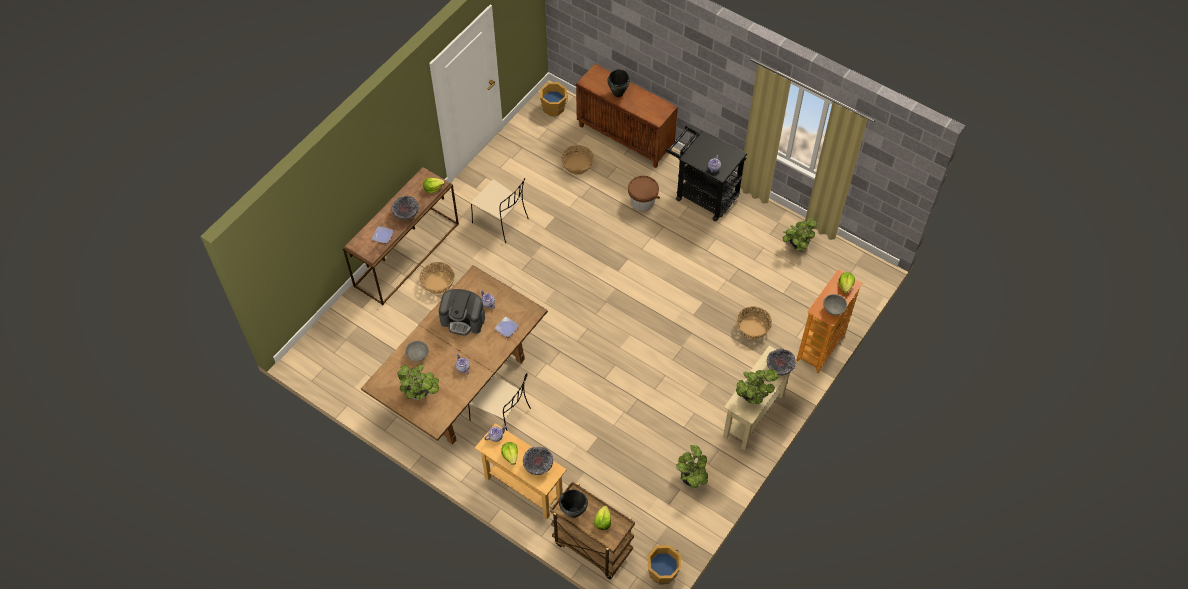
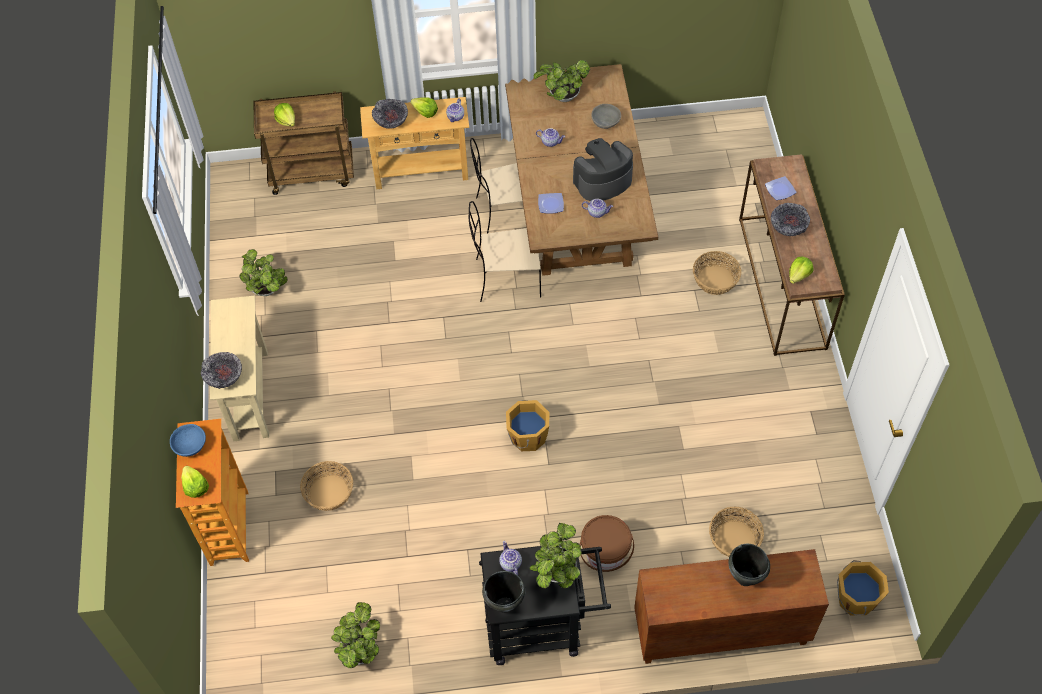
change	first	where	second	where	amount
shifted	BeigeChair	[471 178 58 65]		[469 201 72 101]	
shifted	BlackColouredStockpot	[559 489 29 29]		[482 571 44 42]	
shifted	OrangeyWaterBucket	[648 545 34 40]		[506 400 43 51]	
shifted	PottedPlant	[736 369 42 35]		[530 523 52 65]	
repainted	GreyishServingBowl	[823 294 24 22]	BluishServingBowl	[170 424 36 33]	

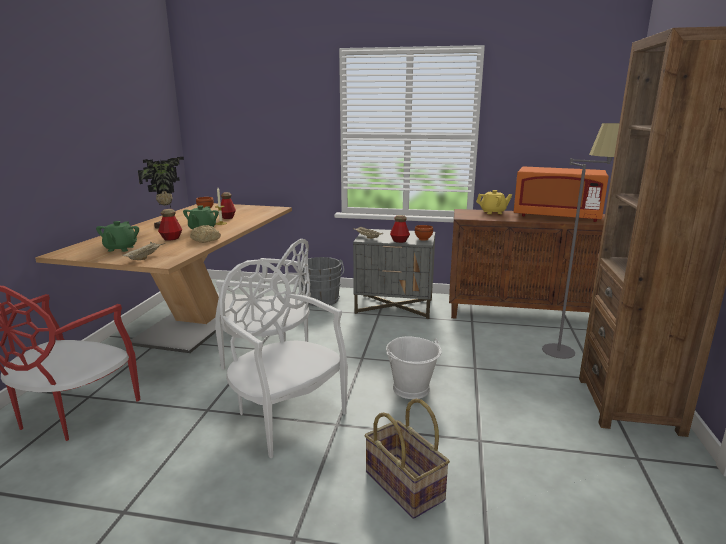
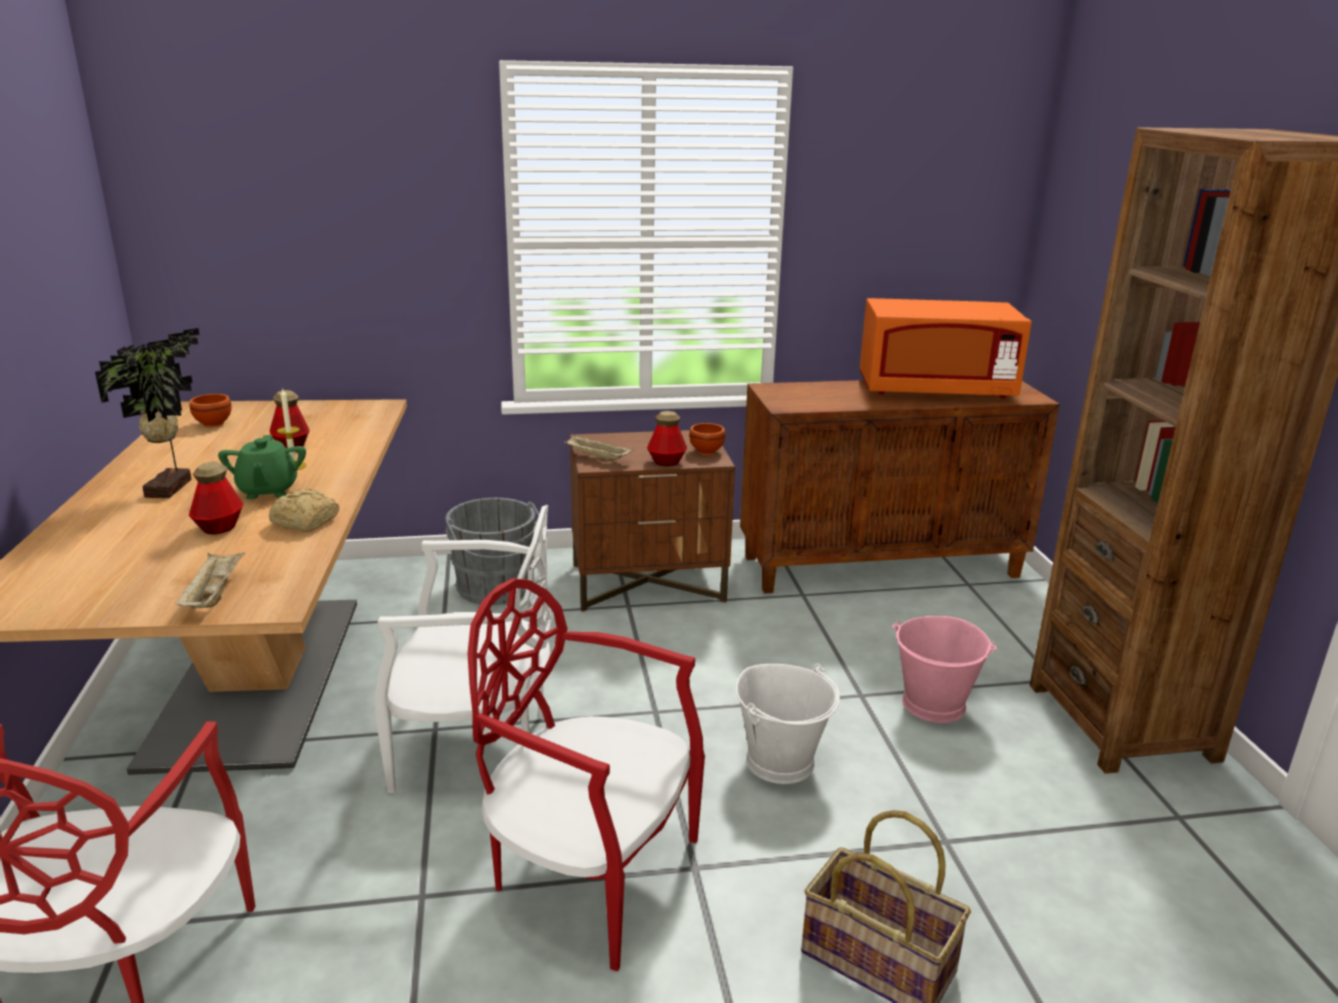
change	first	where	second	where	amount
gone	GreenPotForTea	[96 221 43 31]			
gone	YellowishPotForTea	[476 190 36 24]			
gone	GreyishStandingLamp	[542 123 78 236]			
new			PinkColouredWaterBucket	[892 616 105 107]	
repainted	WhitishChair	[220 260 128 198]	RedChair	[467 578 238 393]	
repainted	GreyishBedsideTable	[353 229 82 90]	BrownColouredBedsideTable	[570 430 165 182]	

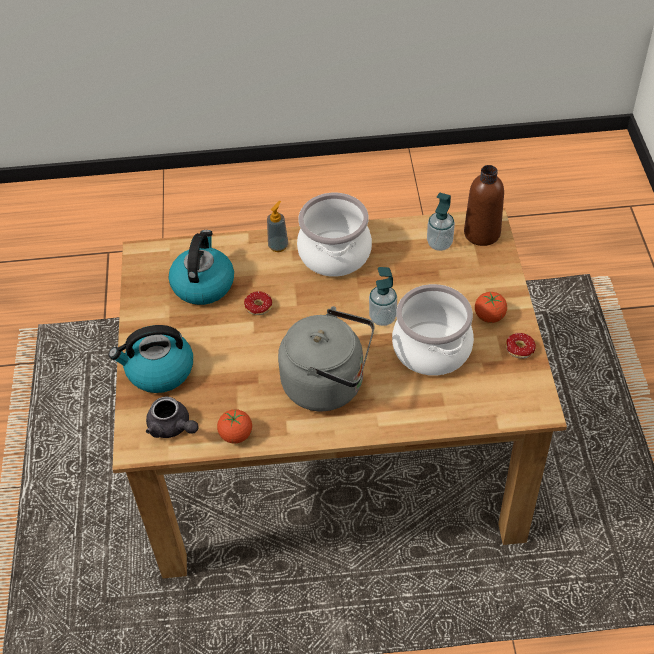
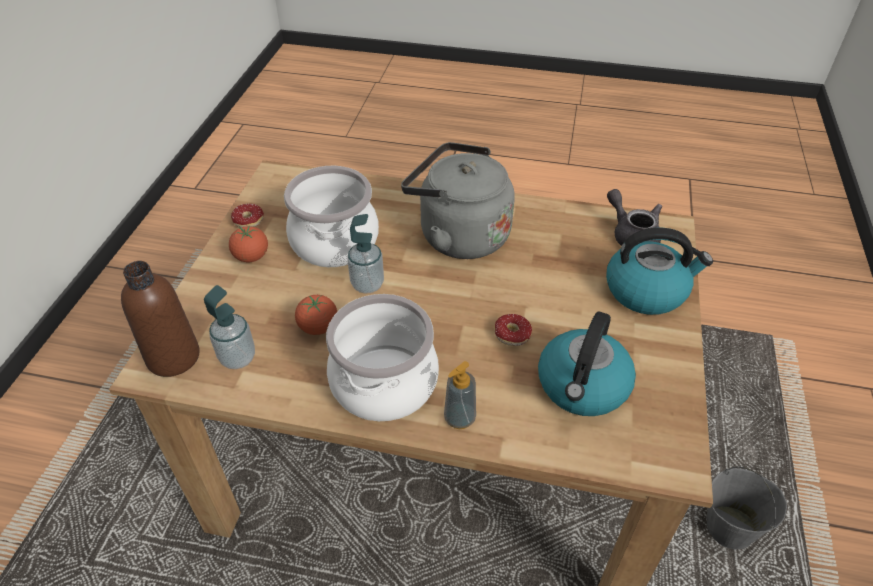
change	first	where	second	where	amount
new			GreyishWaterBucket	[706 466 81 83]	
shifted	Tomato	[217 409 35 35]		[295 295 42 40]	

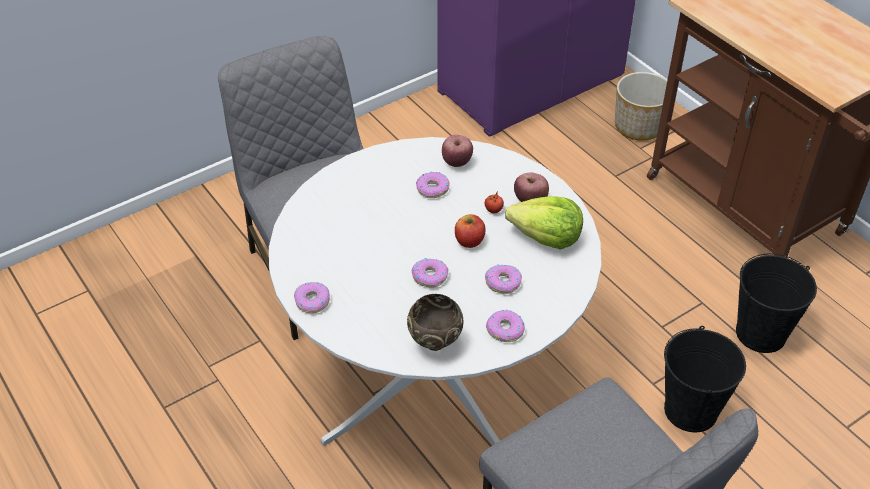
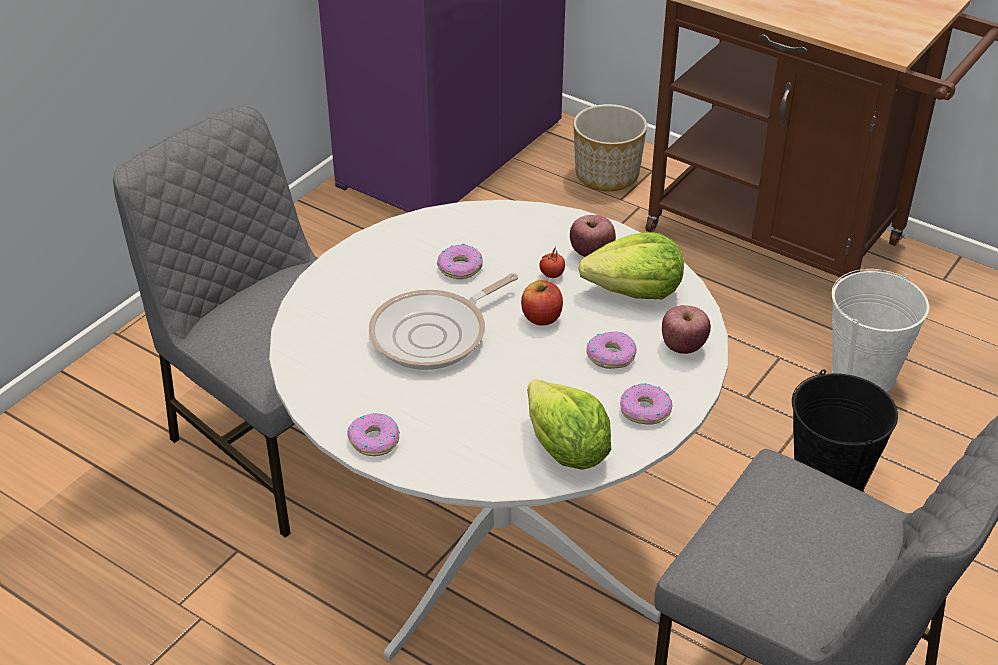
change	first	where	second	where	amount
gone	Doughnut	[412 258 36 29]			
new			Pan	[369 273 149 97]	
shifted	WholeApple	[442 135 31 32]		[662 305 49 49]	
swapped	BrownColouredServingBowl	[407 294 56 57]	Lettuce	[527 379 84 91]	
repainted	BlackColouredWaterBucket	[736 253 81 100]	WhitishWaterBucket	[831 269 98 124]	

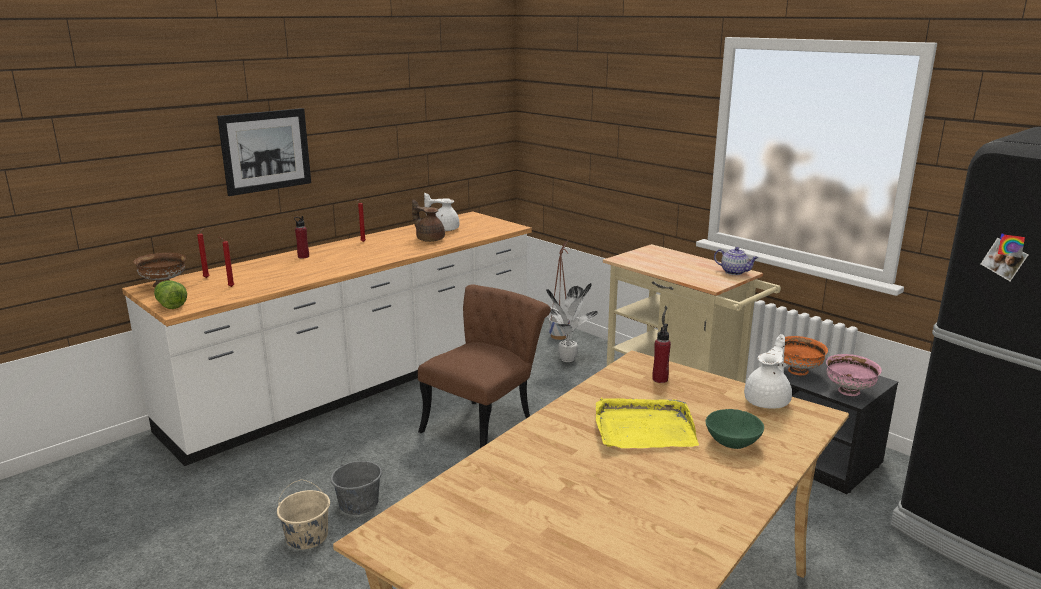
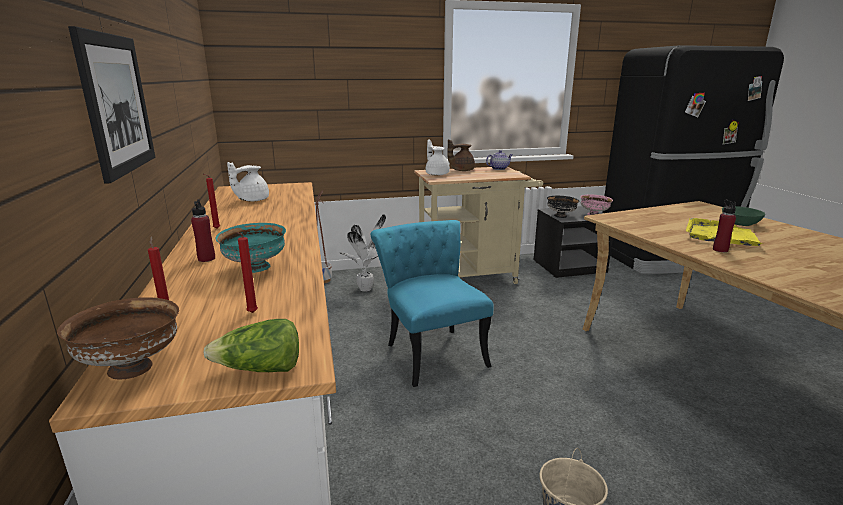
change	first	where	second	where	amount
gone	GreyishWaterBucket	[331 449 51 66]			
new			TurquoiseColouredServingBowl	[216 223 70 50]	
shifted	BrownColouredPotForTea	[412 199 33 43]		[447 140 28 31]	
shifted	RedDrinkBottle	[652 324 19 59]		[713 200 23 52]	
shifted	WhitishPotForTea	[744 334 48 75]		[426 139 24 37]	
repainted	BrownColouredChair	[418 285 133 163]	TurquoiseColouredChair	[370 220 124 167]	
repainted	OrangeyServingBowl	[784 336 44 39]	BlackColouredServingBowl	[547 196 32 22]	

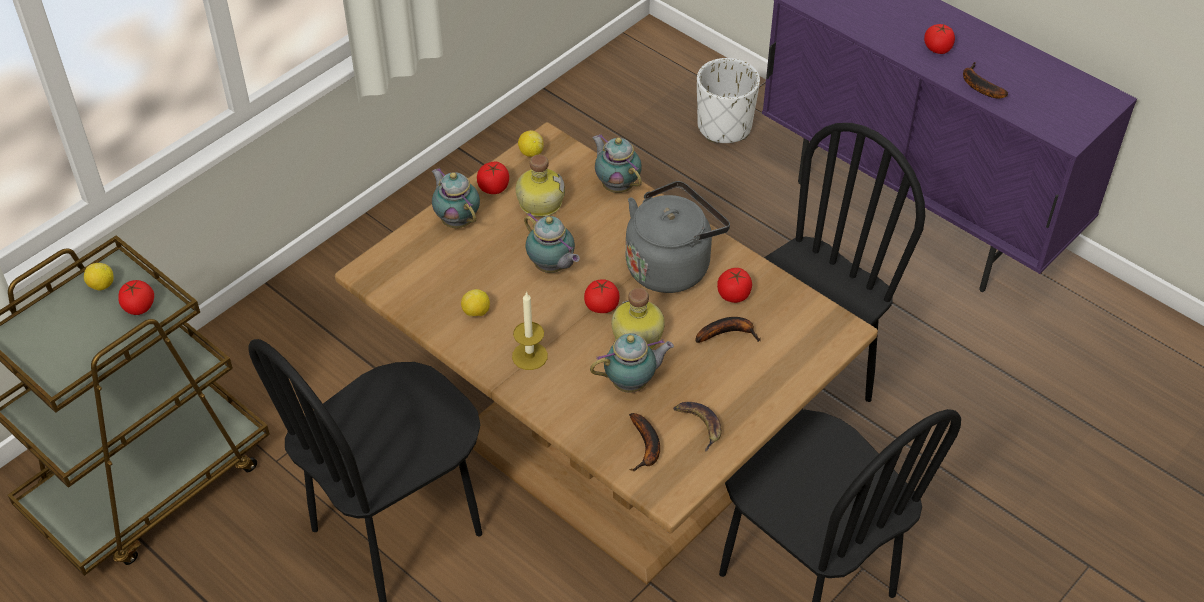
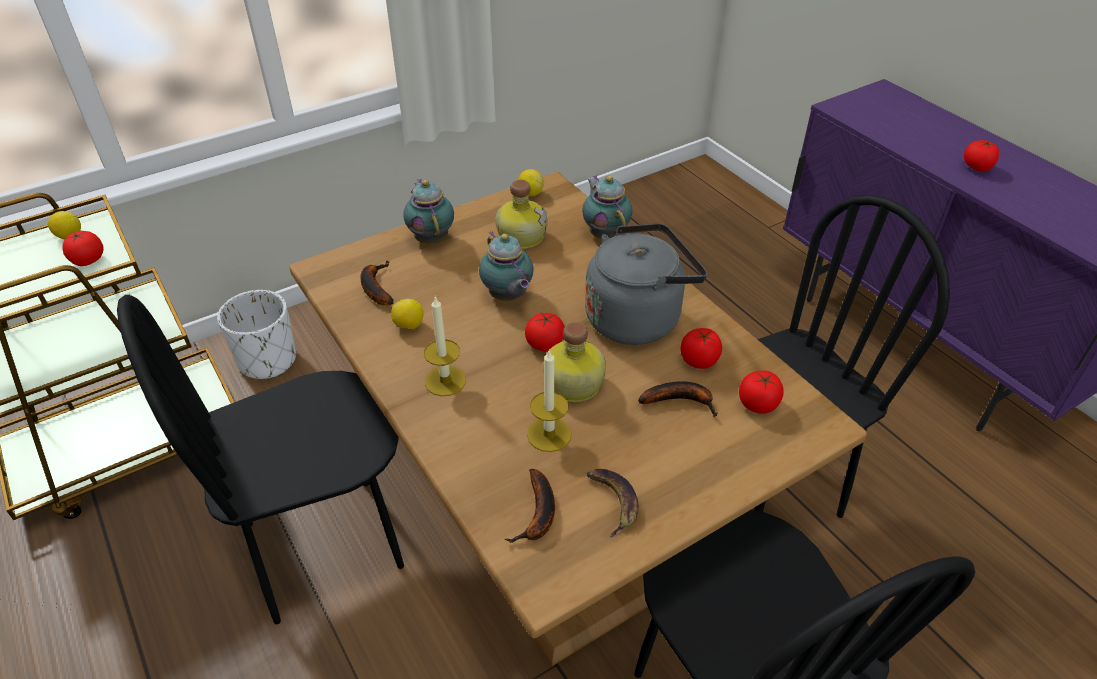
change	first	where	second	where	amount
shifted	Tomato	[477 162 32 32]		[739 370 45 44]	
shifted	WhitishPlanter	[697 58 63 85]		[217 290 79 89]	
shifted	BananaFruit	[963 62 45 36]		[360 260 34 46]	
swapped	PotForTea	[590 333 84 60]	Candle	[527 349 44 103]	

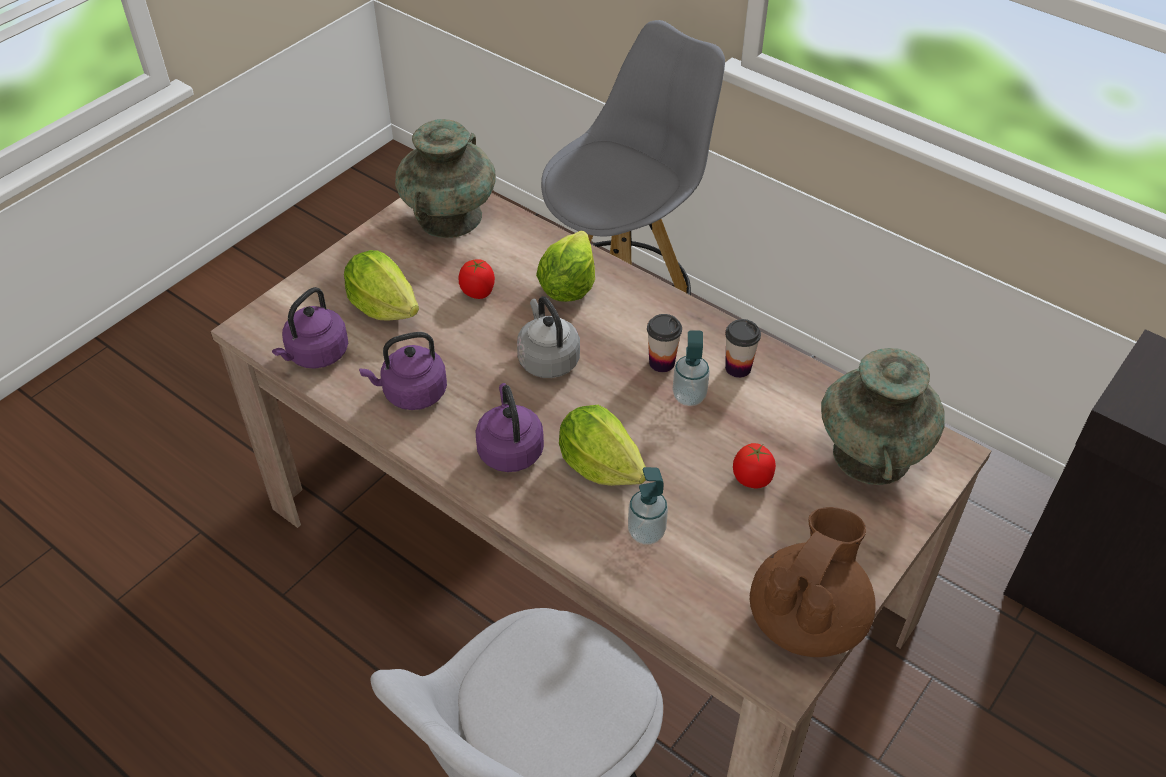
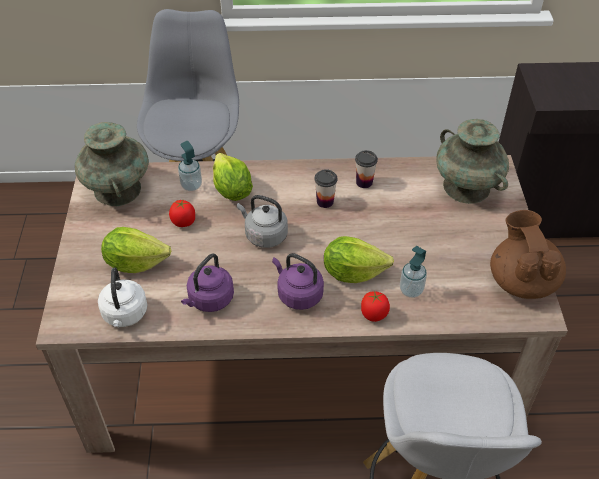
change	first	where	second	where	amount
shifted	SoapBottle	[673 330 37 76]		[178 141 24 50]	
shifted	Tomato	[733 443 43 45]		[361 291 29 31]	
repainted	PurpleColouredWaterKettle	[272 287 76 82]	WhitishWaterKettle	[98 267 50 60]	

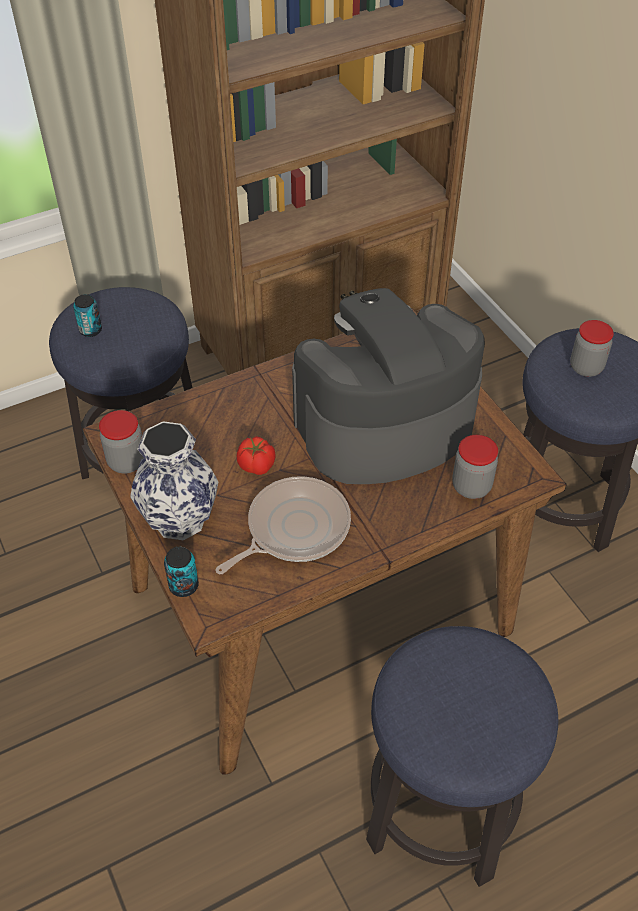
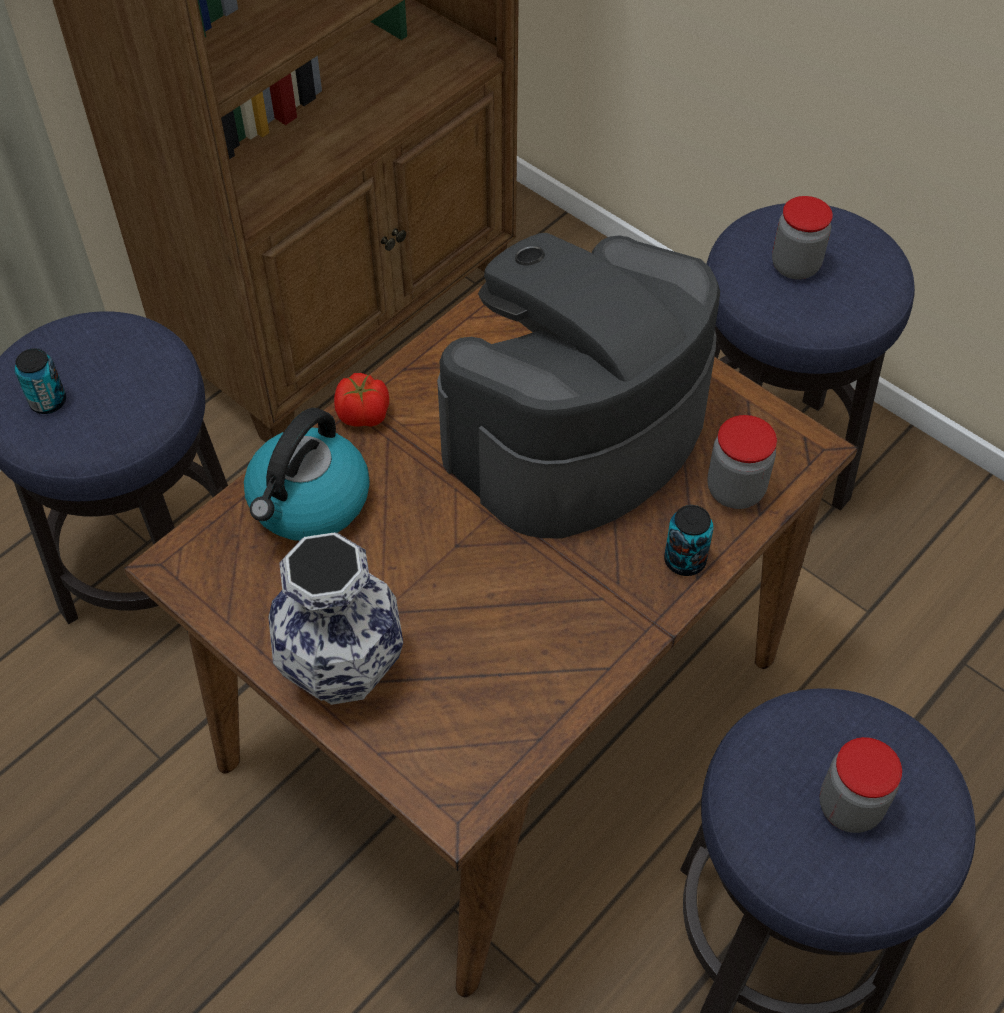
change	first	where	second	where	amount
gone	Pan	[215 476 136 99]			
new			WaterKettle	[244 408 126 133]	
shifted	StorageJar	[99 410 45 63]		[819 737 83 96]	
shifted	MetalCan	[164 547 35 50]		[664 505 50 71]	
shifted	Tomato	[237 436 39 39]		[334 373 55 54]	

